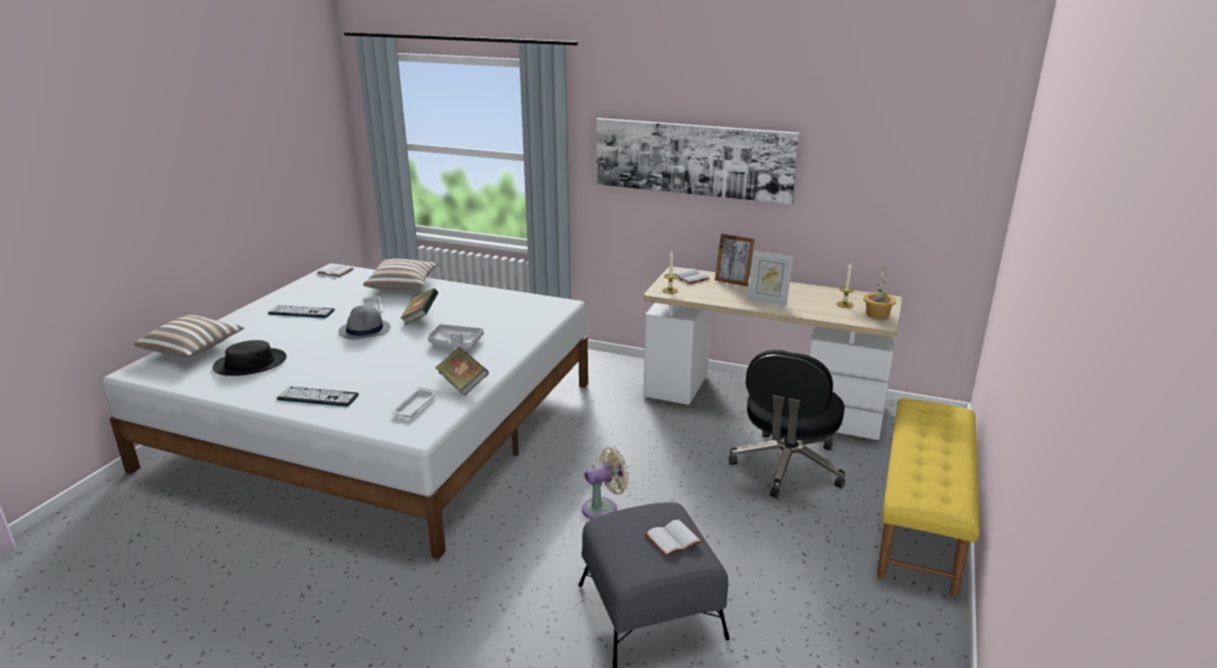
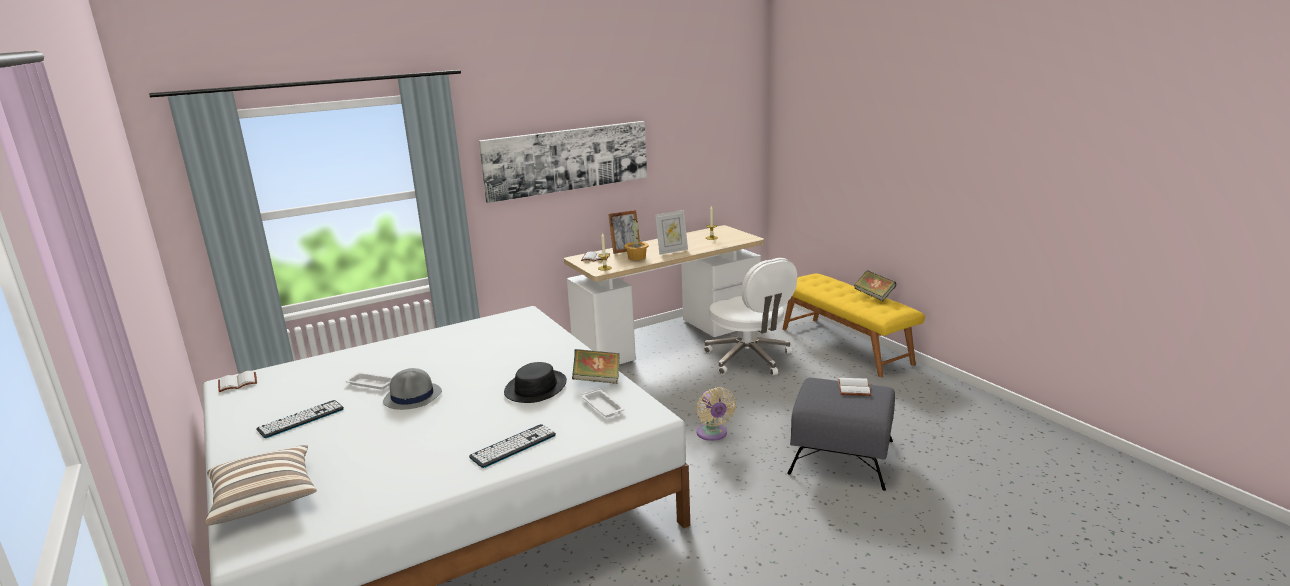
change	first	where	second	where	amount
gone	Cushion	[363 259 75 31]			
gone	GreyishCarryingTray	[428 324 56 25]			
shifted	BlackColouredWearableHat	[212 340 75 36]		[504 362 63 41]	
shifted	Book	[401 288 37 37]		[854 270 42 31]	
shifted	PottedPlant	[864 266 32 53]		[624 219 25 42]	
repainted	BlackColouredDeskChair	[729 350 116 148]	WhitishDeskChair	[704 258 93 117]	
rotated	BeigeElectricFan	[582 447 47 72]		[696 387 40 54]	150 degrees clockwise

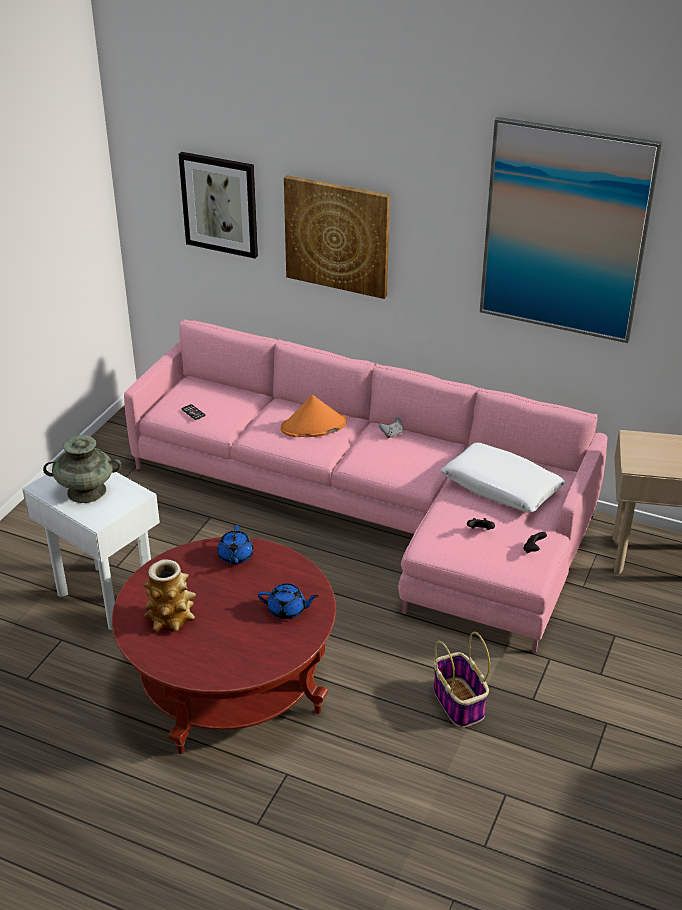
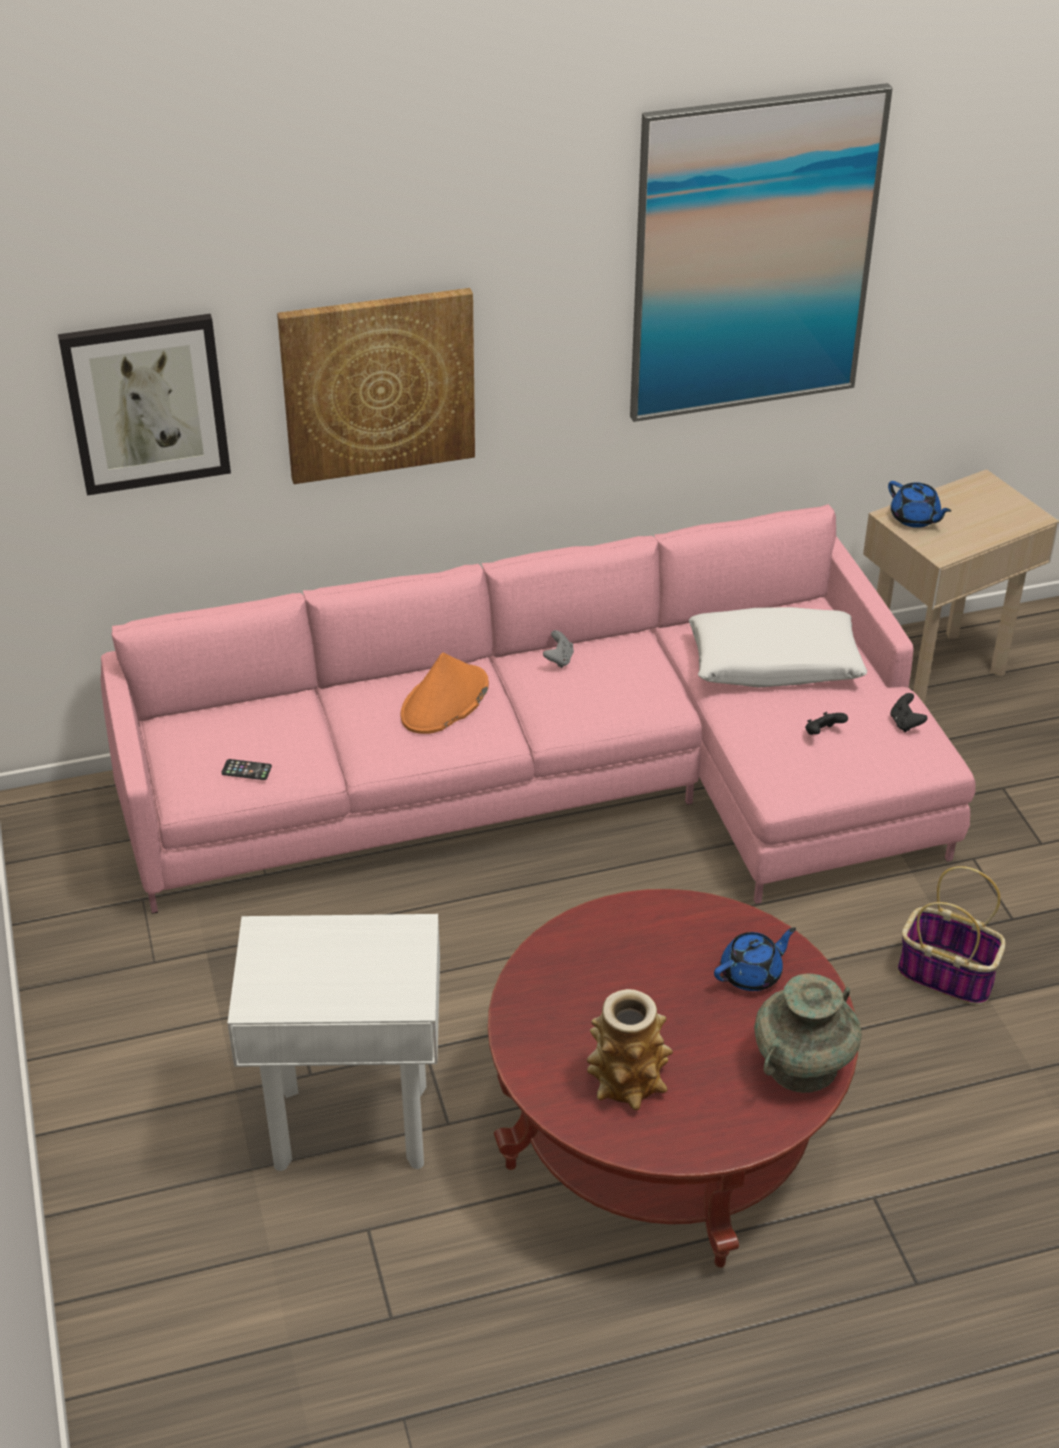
change	first	where	second	where	amount
shifted	TurquoiseColouredDecorativeVase	[43 435 78 68]		[754 974 108 119]	
shifted	BluishPotForTea	[217 525 37 39]		[888 481 63 47]	

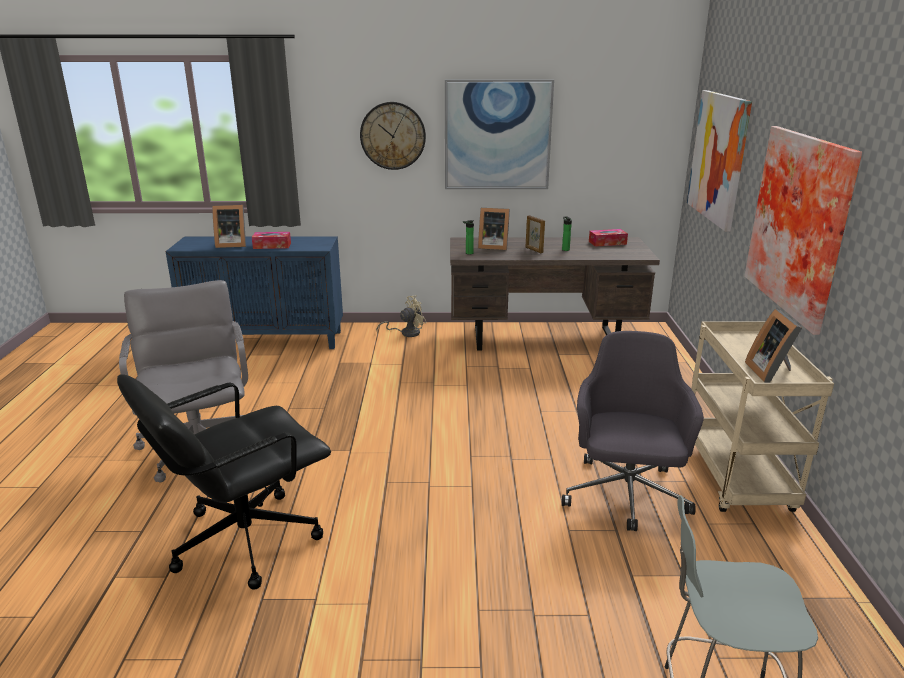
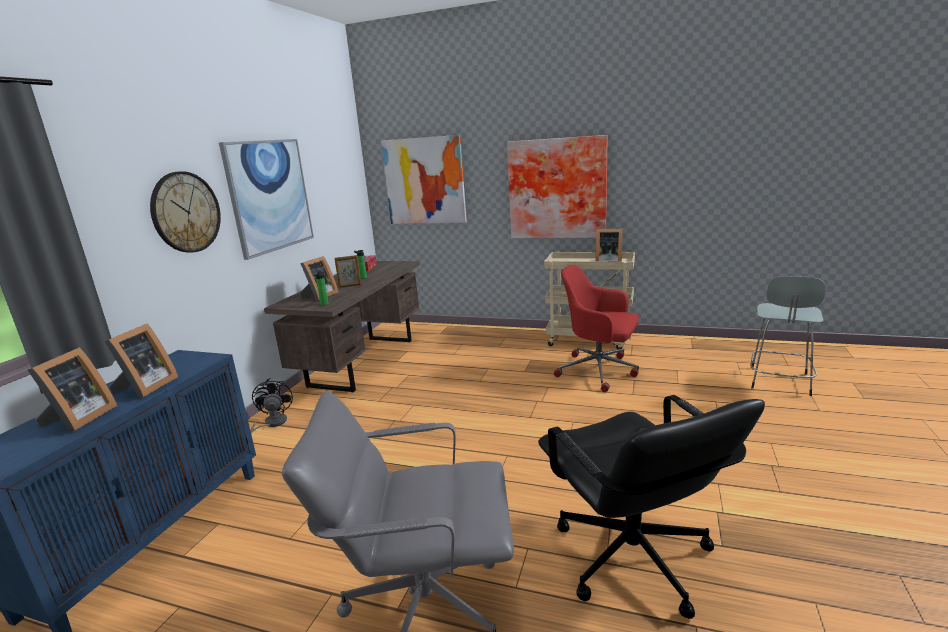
change	first	where	second	where	amount
swapped	TissueHolder	[252 232 39 17]	PictureFrame	[105 324 73 74]	
repainted	BeigeElectricFan	[376 295 51 42]	BlackColouredElectricFan	[250 378 43 56]	
repainted	GreyishDeskChair	[562 331 142 200]	RedDeskChair	[554 265 85 127]	

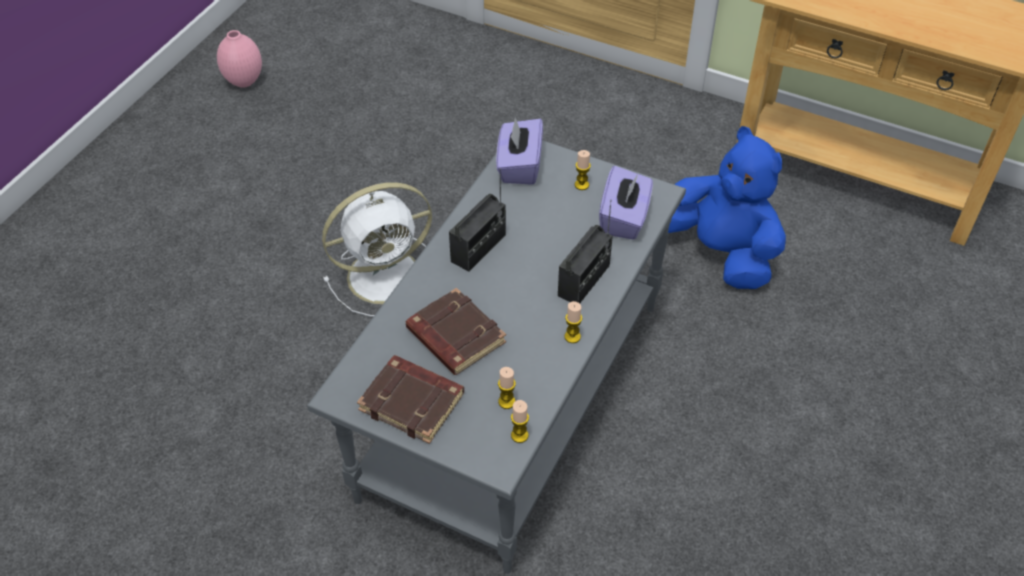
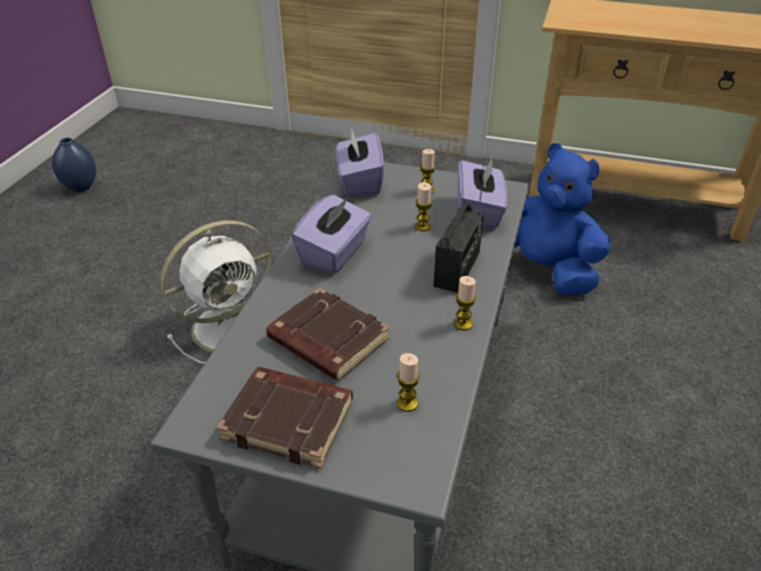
change	first	where	second	where	amount
shifted	Candle	[511 400 18 43]		[415 182 17 49]	
swapped	RadioSet	[449 168 57 104]	PurpleColouredTissueHolder	[291 195 81 79]	
repainted	PinkColouredDecorativeVase	[217 30 45 58]	BluishDecorativeVase	[52 138 44 54]	

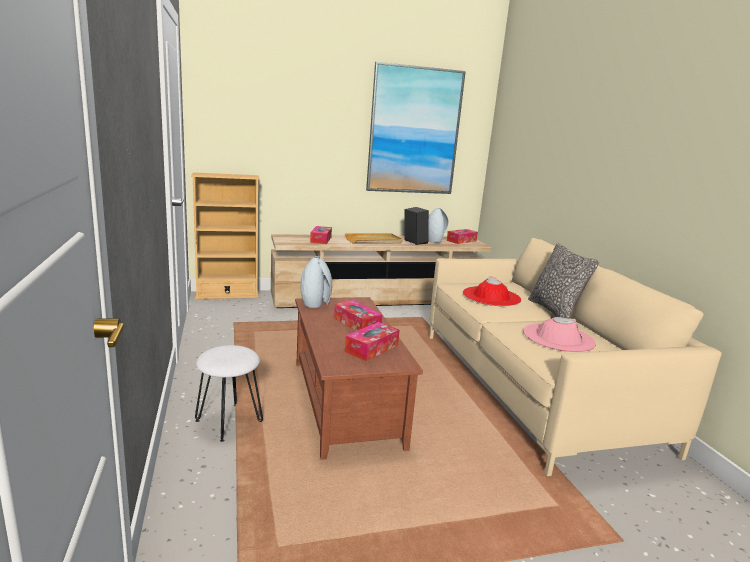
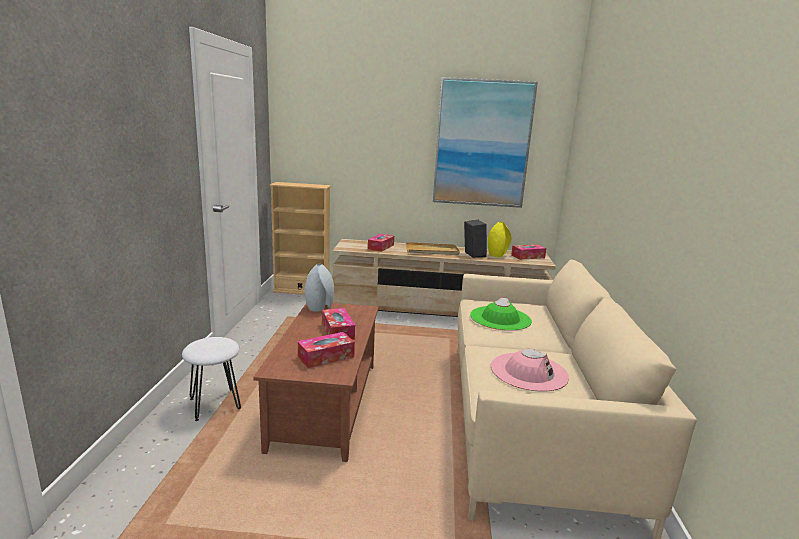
change	first	where	second	where	amount
gone	Cushion	[528 243 72 76]			
repainted	GreyishDecorativeVase	[428 208 21 35]	YellowishDecorativeVase	[488 222 24 35]	
repainted	RedWearableHat	[463 277 58 29]	GreenWearableHat	[470 297 62 34]	

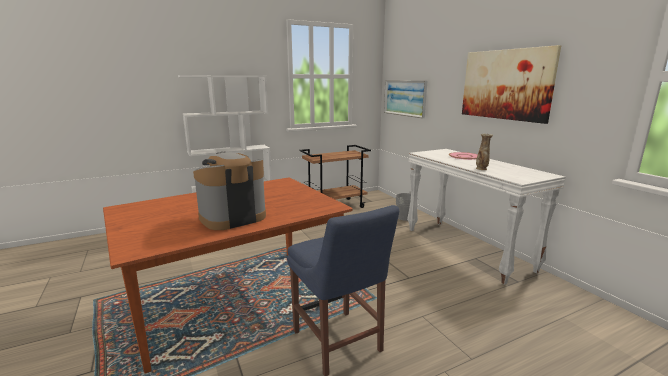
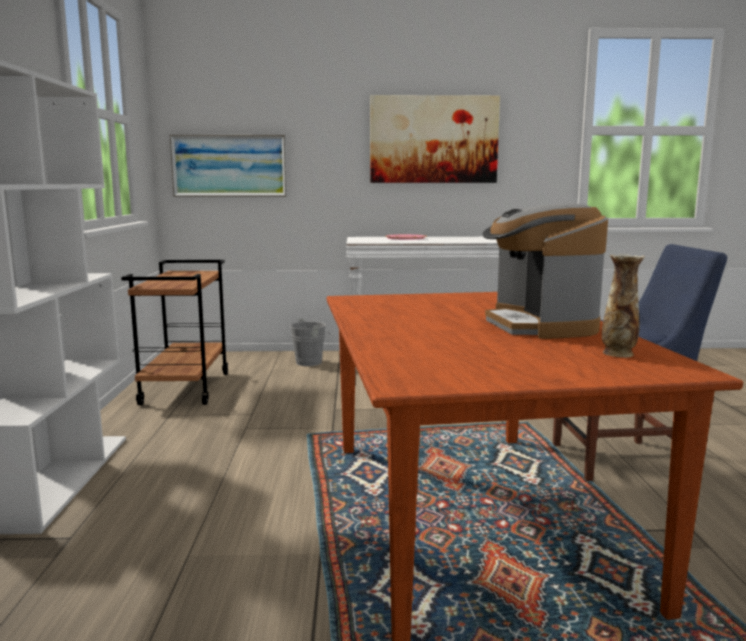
change	first	where	second	where	amount
shifted	DecorativeVase	[476 133 17 37]		[602 254 43 103]	

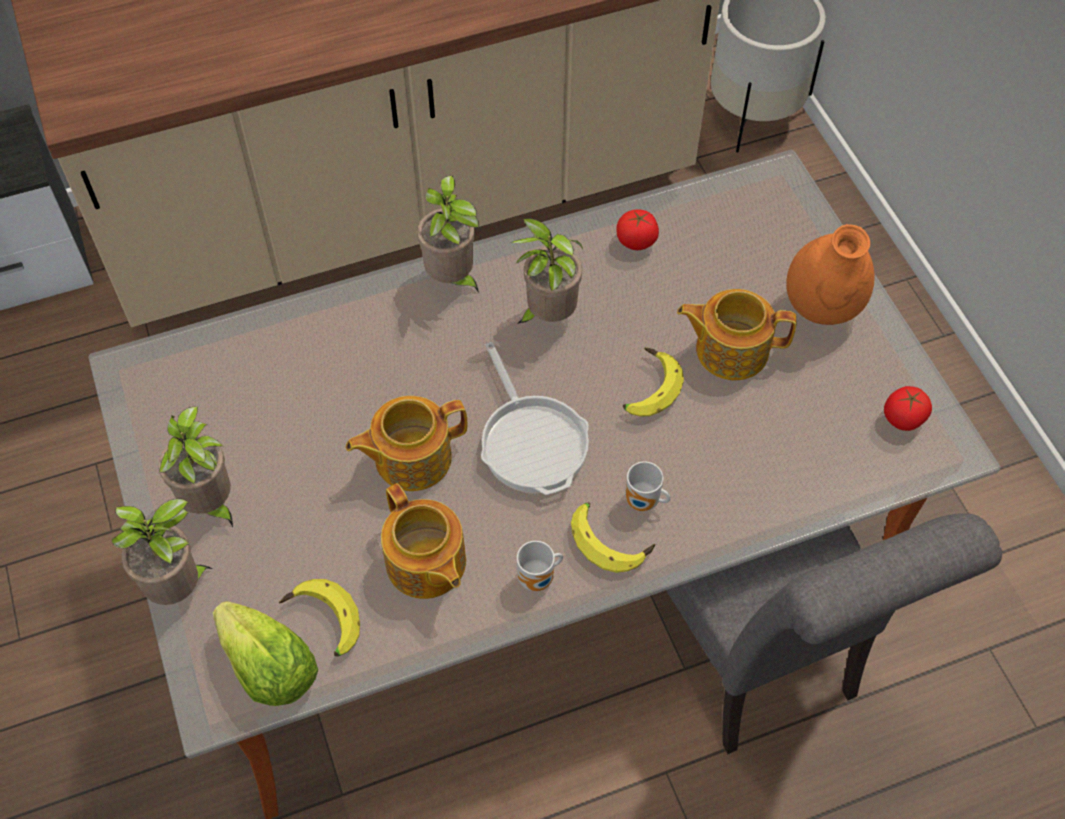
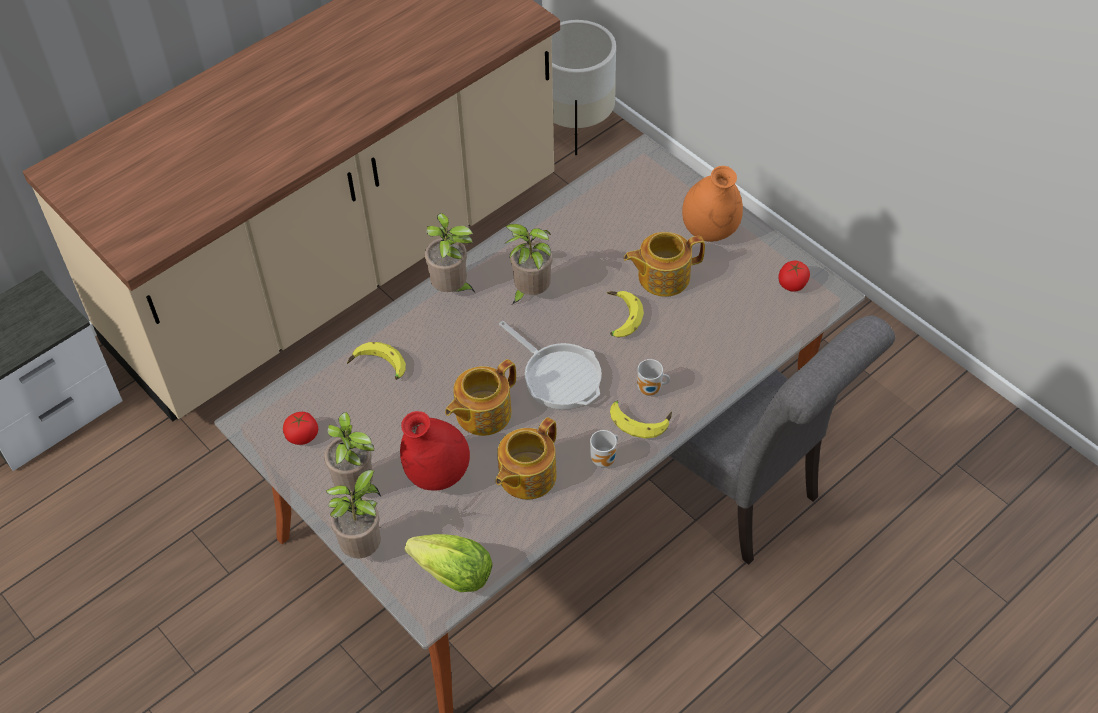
change	first	where	second	where	amount
new			RedDecorativeVase	[400 411 70 80]	
shifted	BananaFruit	[279 579 81 77]		[347 342 59 38]	
shifted	Tomato	[616 209 43 41]		[283 412 35 33]	
rotated	PotForTea	[381 483 85 116]		[495 417 62 83]	90 degrees clockwise

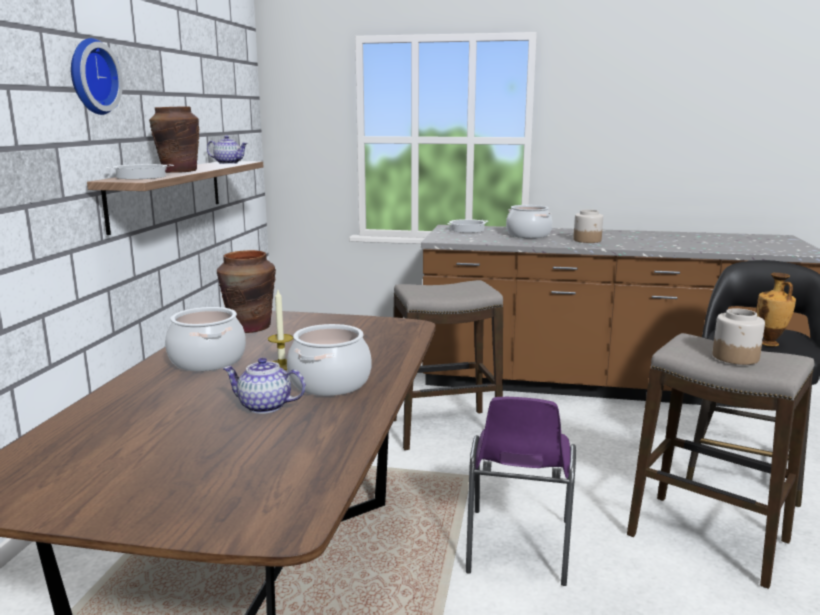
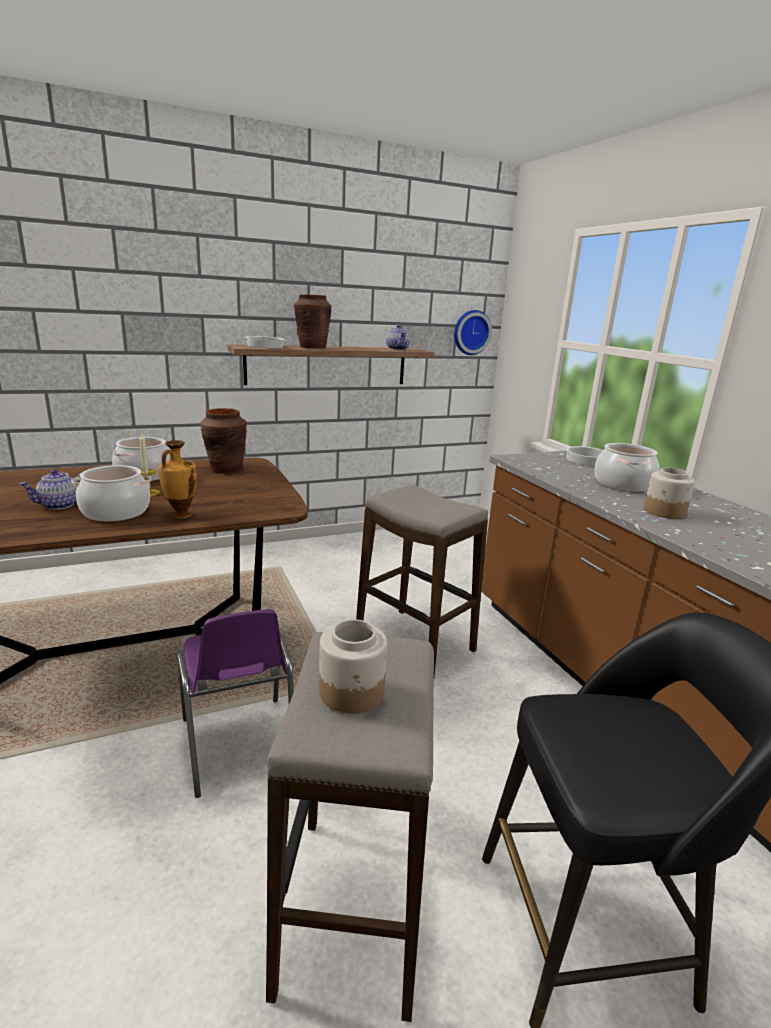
change	first	where	second	where	amount
shifted	HangingClock	[71 38 52 77]		[454 310 38 45]	
shifted	DecorativeVase	[757 273 39 73]		[158 440 39 78]	
rotated	PotForTea	[222 357 84 57]		[19 469 62 41]	105 degrees counterclockwise
rotated	PurpleColouredChair	[466 397 110 189]		[177 609 117 189]	90 degrees counterclockwise

